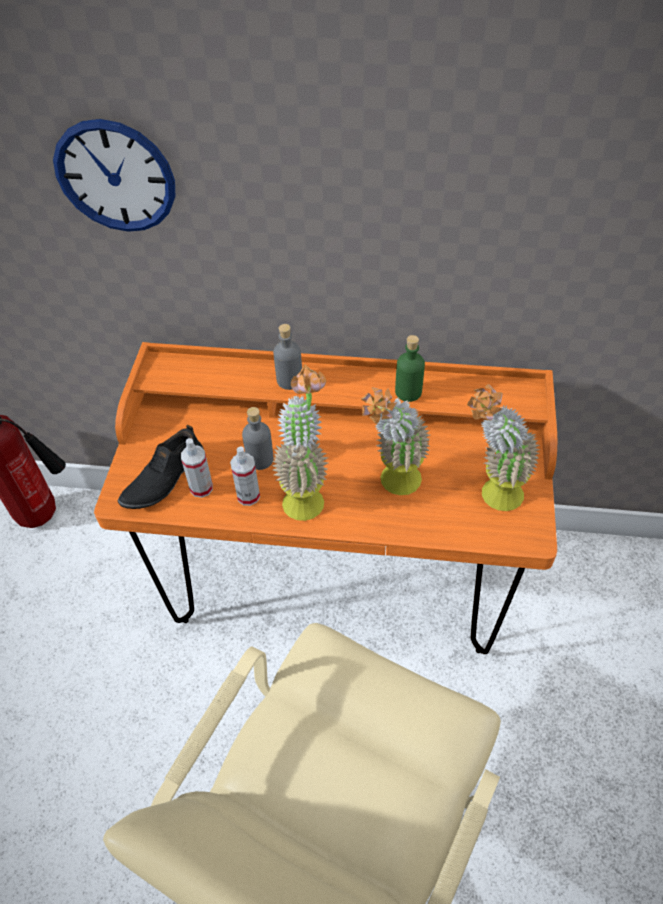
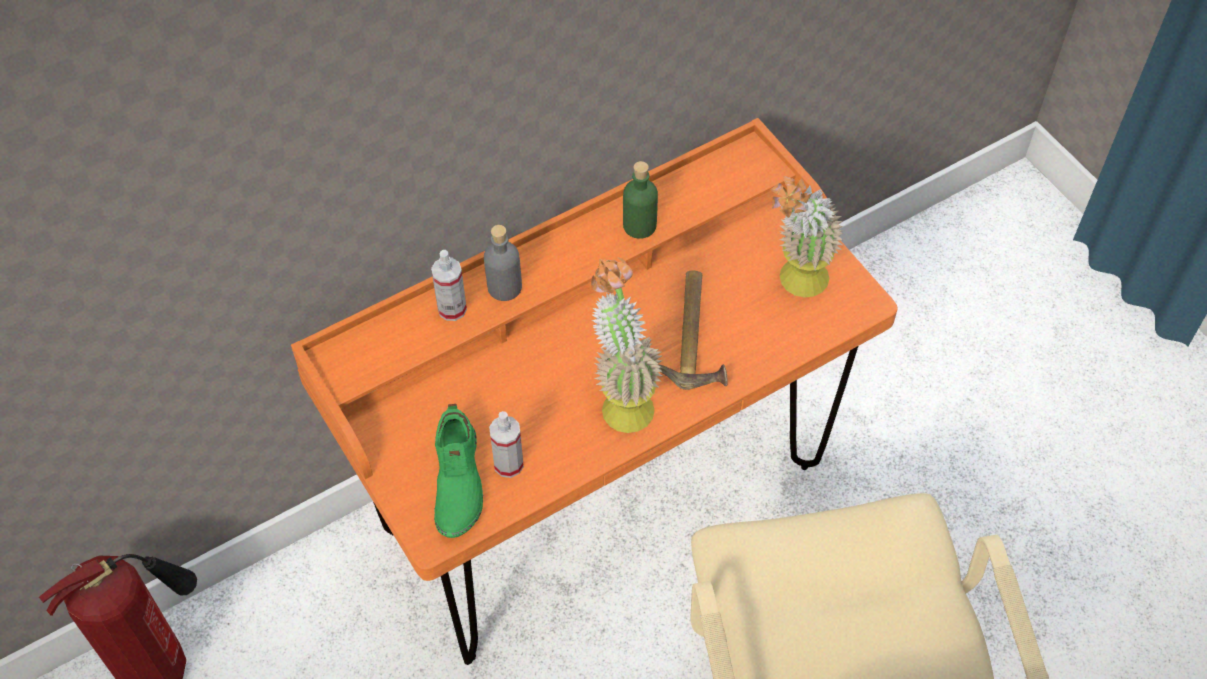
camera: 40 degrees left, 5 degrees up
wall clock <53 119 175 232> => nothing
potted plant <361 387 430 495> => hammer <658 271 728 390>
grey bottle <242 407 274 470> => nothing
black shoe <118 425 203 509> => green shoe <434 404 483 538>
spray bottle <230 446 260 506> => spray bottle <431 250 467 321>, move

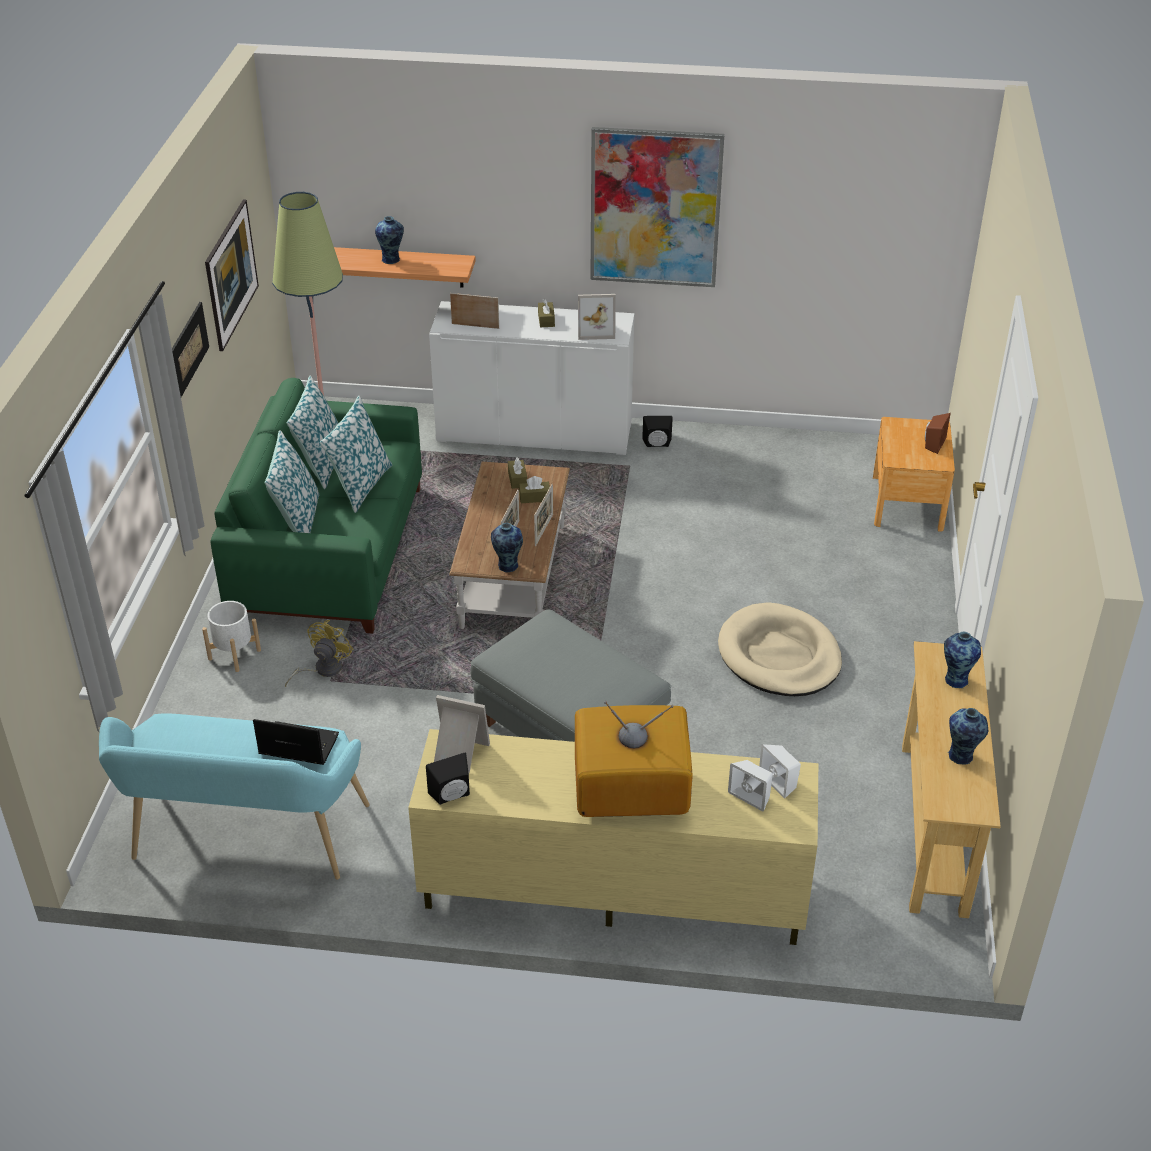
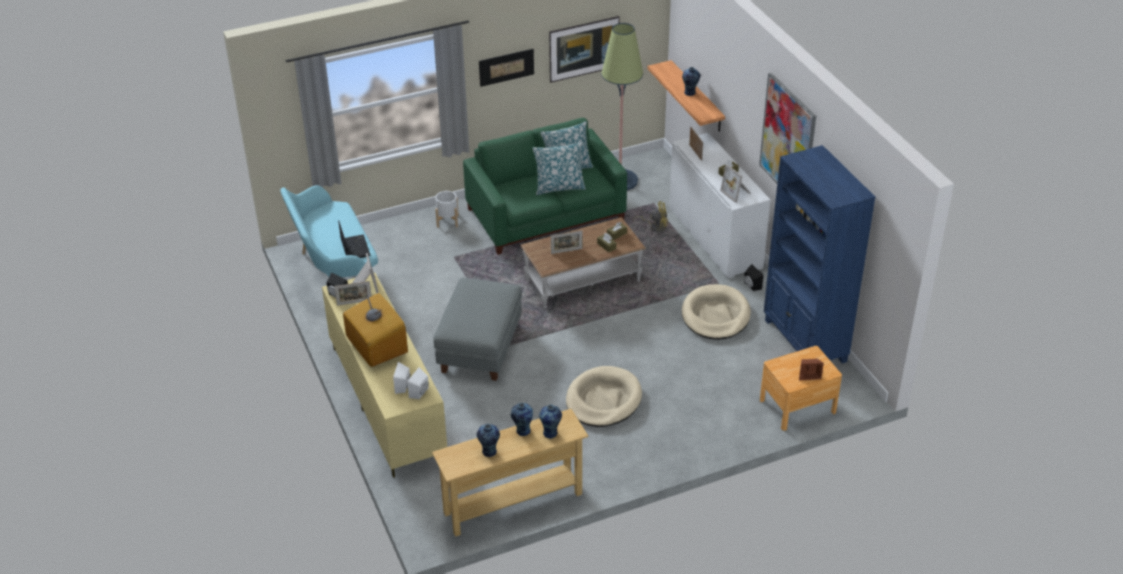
camera: 60 degrees right, 0 degrees up
pillow <265 430 319 533> => nothing
picture frame <534 484 553 546> => picture frame <334 281 371 306>, move
vase <491 523 523 572> => vase <511 403 533 436>, move
yellow fan <285 620 353 687> => yellow fan <633 201 668 232>, move
nothing => blue bookcase <764 145 876 364>
nothing => beige dog bed <682 284 751 340>

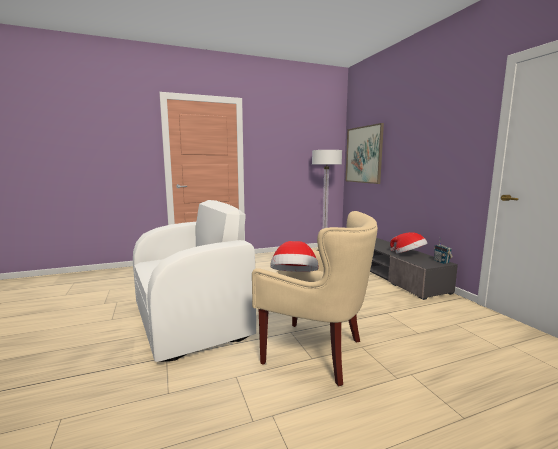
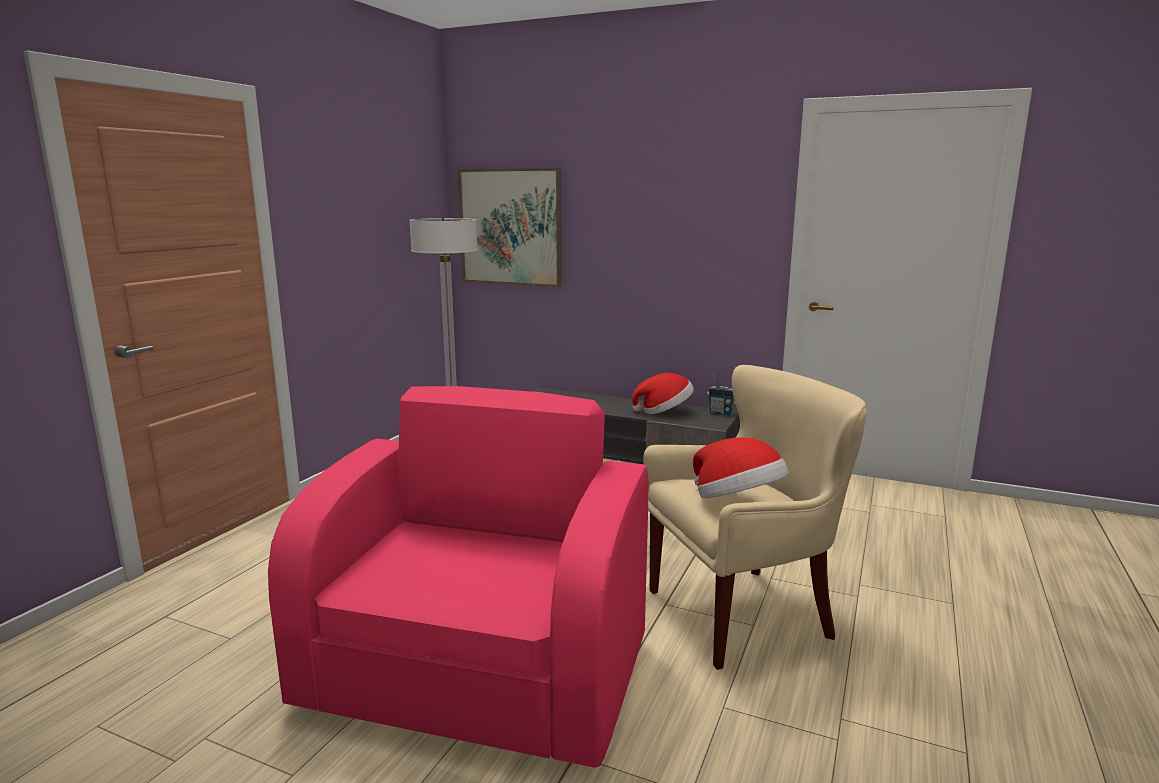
camera: 45 degrees left, 5 degrees up
white armchair <133 200 256 362> => pink armchair <268 386 648 768>

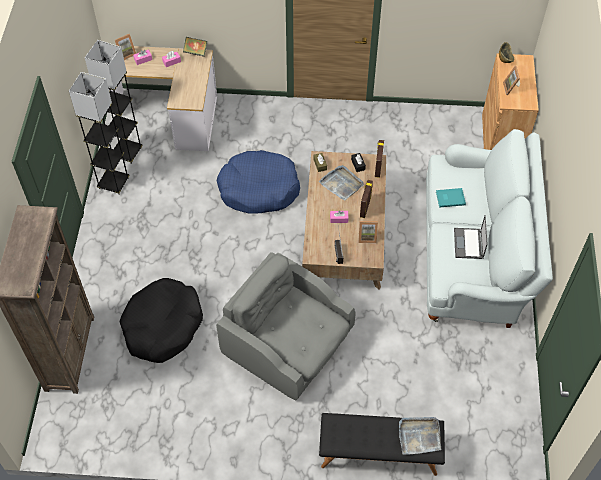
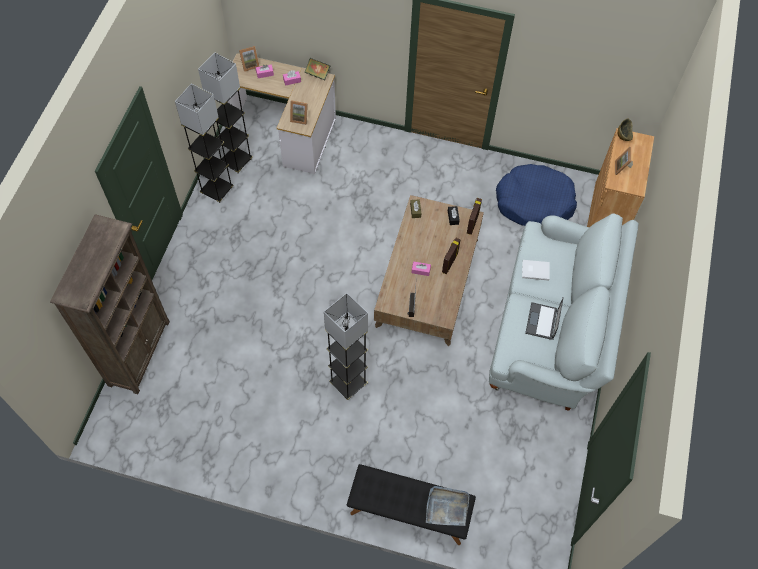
camera: 10 degrees right, 5 degrees up
blue dog bed <217 150 300 214> => blue dog bed <496 164 577 226>, move
grey tray <319 165 364 201> => nothing
turquoise book <436 188 466 208> => white book <522 260 550 280>
picture frame <358 221 378 243> => picture frame <290 100 308 125>, move
grey armchair <216 252 356 400> => grey floor lamp <324 293 368 400>
black dog bed <120 278 203 363> => nothing

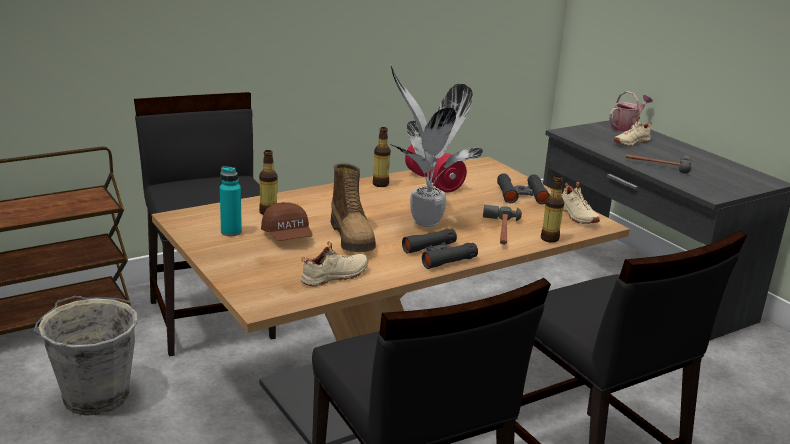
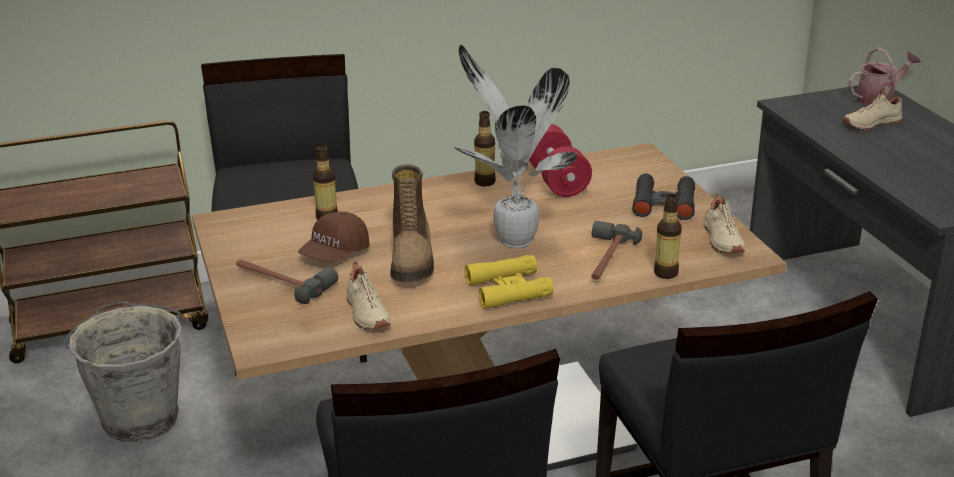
camera: 15 degrees right, 5 degrees up
hammer <626 154 691 174> => hammer <236 259 338 304>, move
turquoise bottle <220 166 242 236> => nothing
brown cap <261 202 313 241> => brown cap <298 212 370 262>, 45 degrees clockwise
black binoculars <402 229 478 269> => yellow binoculars <465 255 554 309>
beige shoe <300 241 368 286> => beige shoe <346 262 390 330>, 90 degrees clockwise

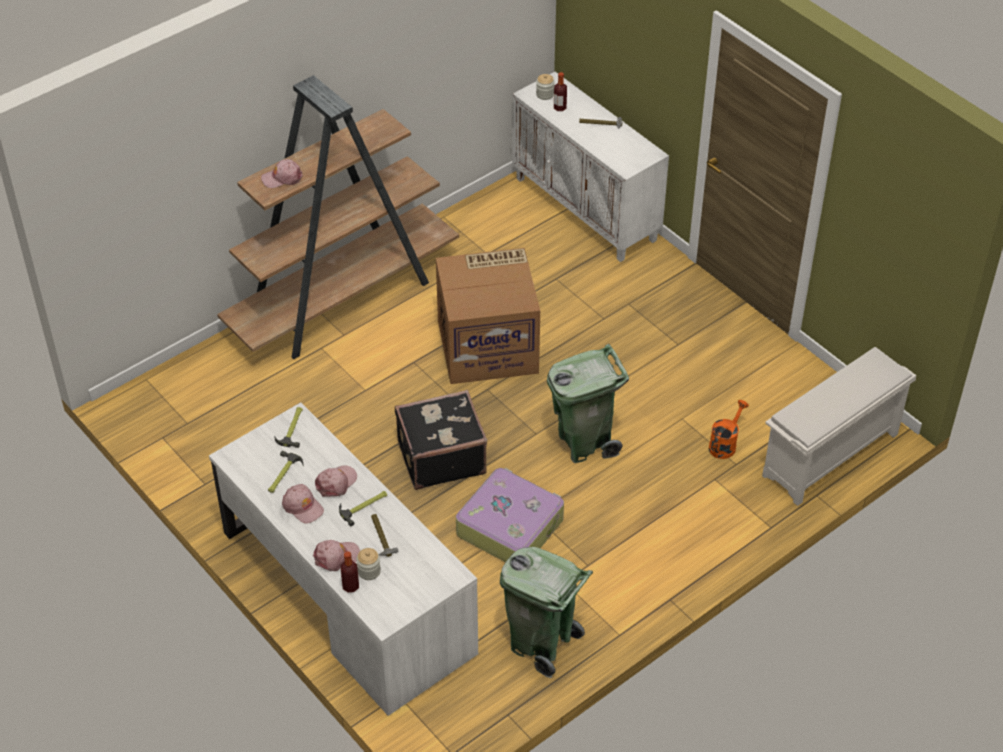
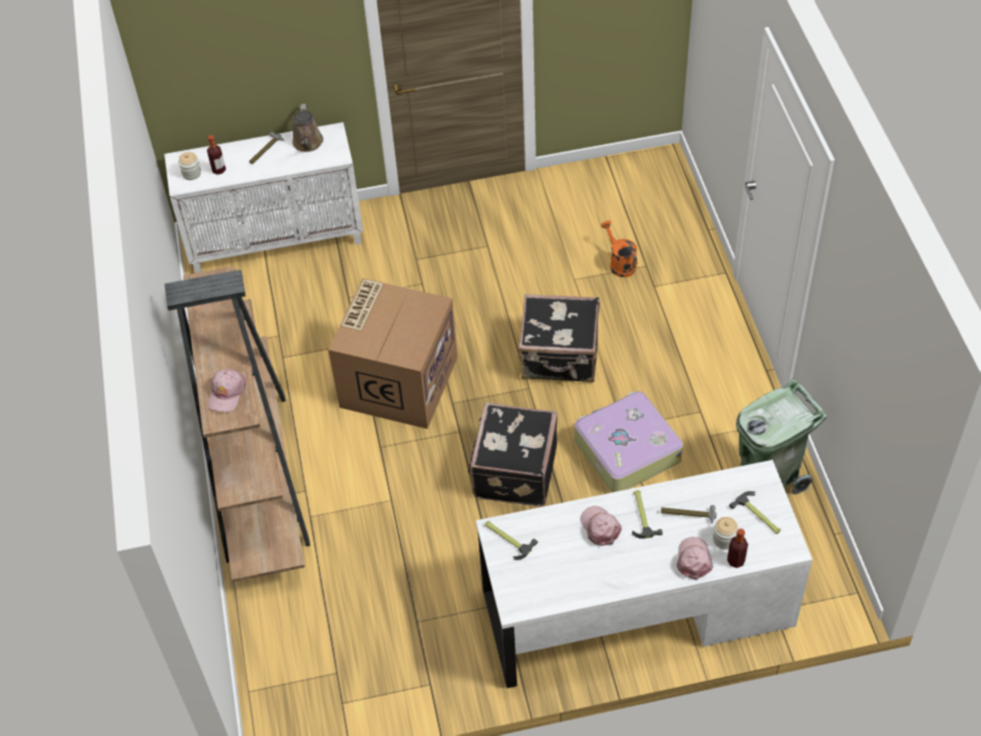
camera: 60 degrees left, 5 degrees up
green trash can <547 344 629 463> => black suitcase <519 294 600 382>
white shoe rack <762 347 916 506> => nothing
hammer <268 451 304 493> => hammer <729 491 781 534>, move
pink cap <282 484 324 524> => nothing
nothing => brown watering can <292 104 323 152>

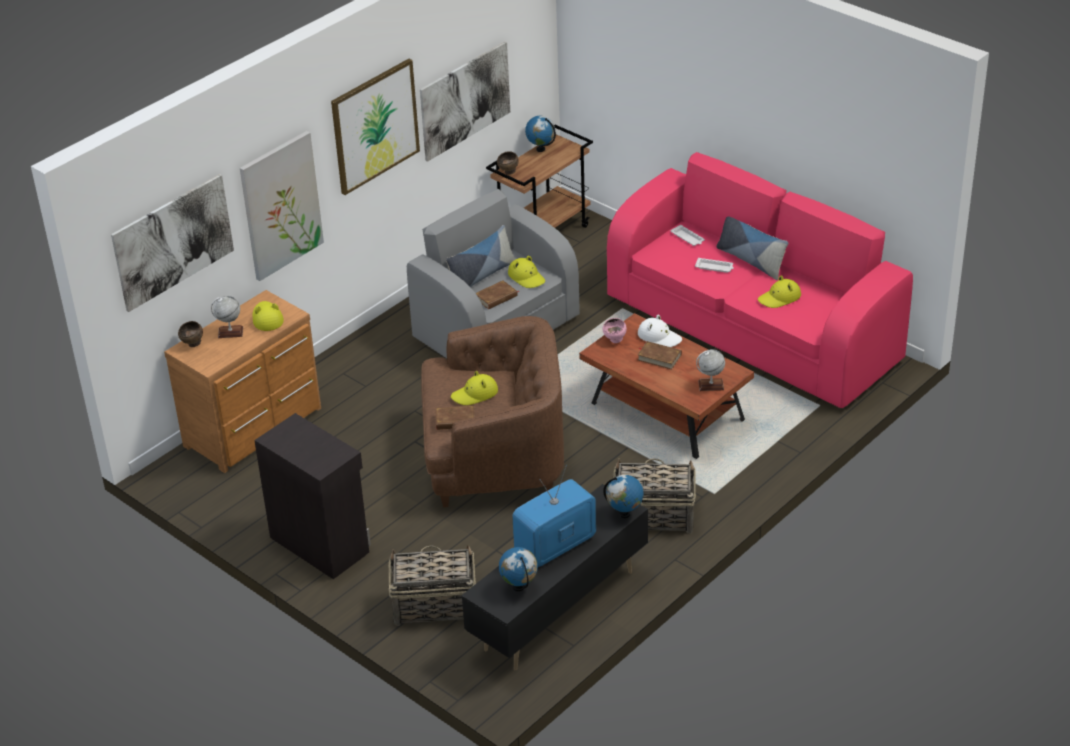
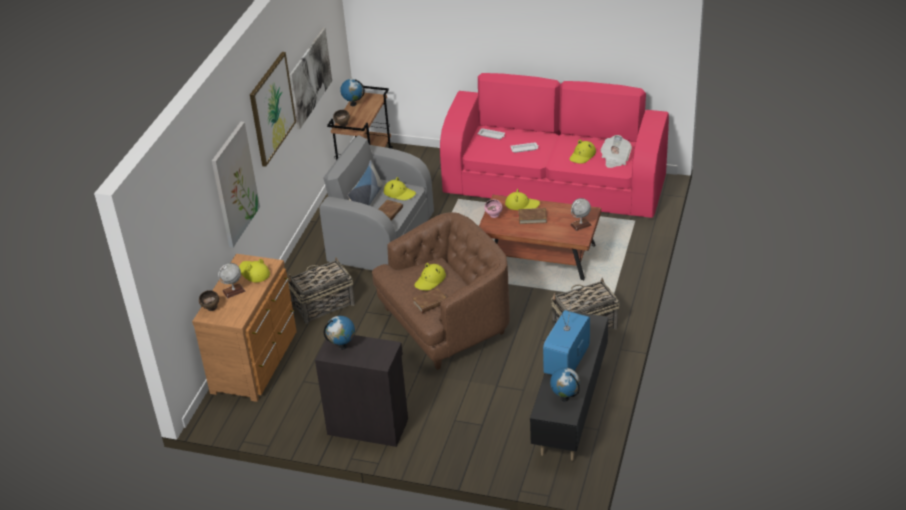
camera: 25 degrees left, 0 degrees up
picture <111 174 234 312> => nothing
pillow <716 216 788 280> => nothing
white hat <638 314 682 347> => yellow hat <505 189 540 210>
globe <603 475 644 518> => globe <324 316 355 350>, move
basket <388 545 476 626> => basket <288 257 355 324>, move
nothing => newspaper <600 135 632 168>

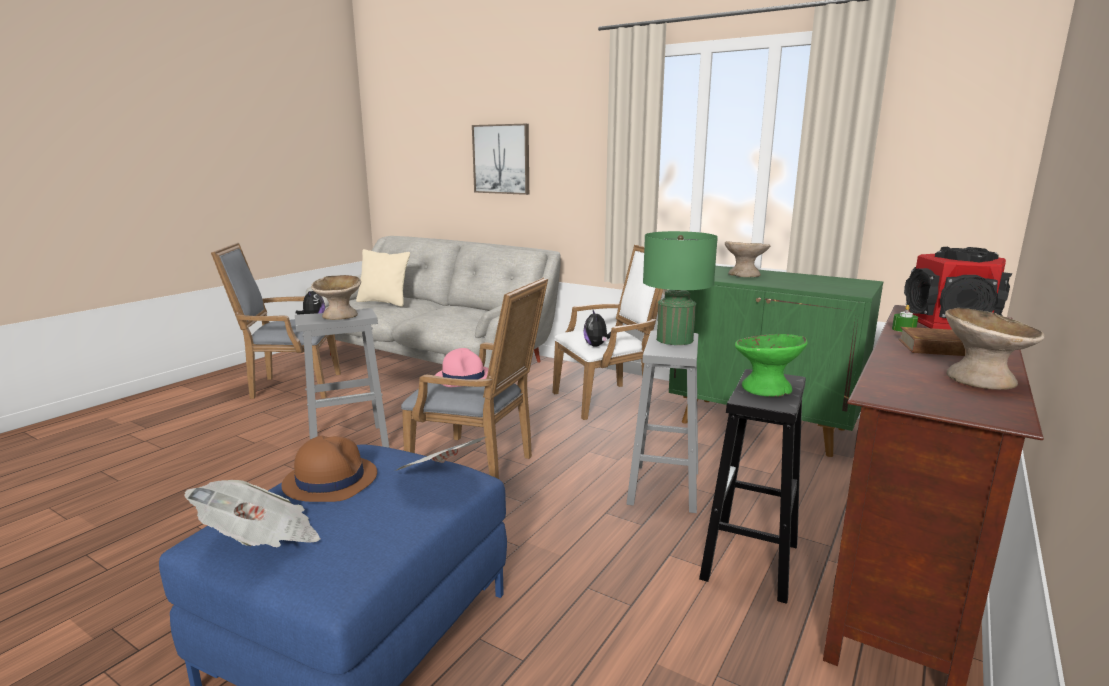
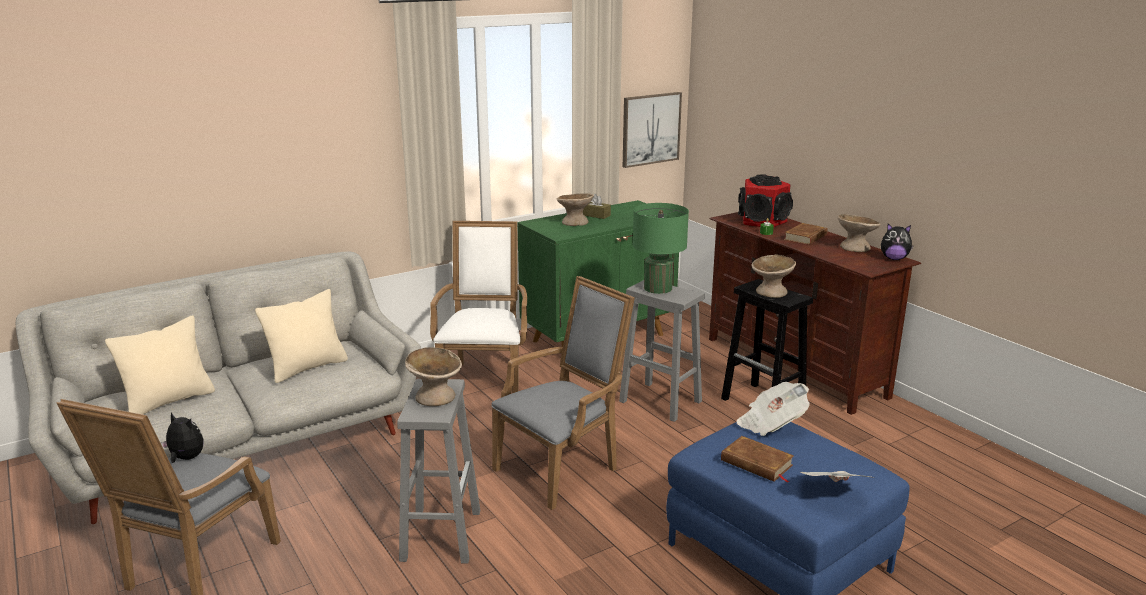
camera: 65 degrees left, 5 degrees up
picture <472 124 529 195> => picture <623 92 682 168>, move
plush toy <583 310 611 346> => plush toy <881 224 914 260>, move
green bowl <735 334 807 397> => beige bowl <751 254 796 298>
pink hat <435 348 489 387> => nothing
brown hat <281 436 377 502> => brown book <721 436 794 483>
nothing => brown tissue box <583 194 611 219>
nothing => beige pillow <255 289 348 383>

